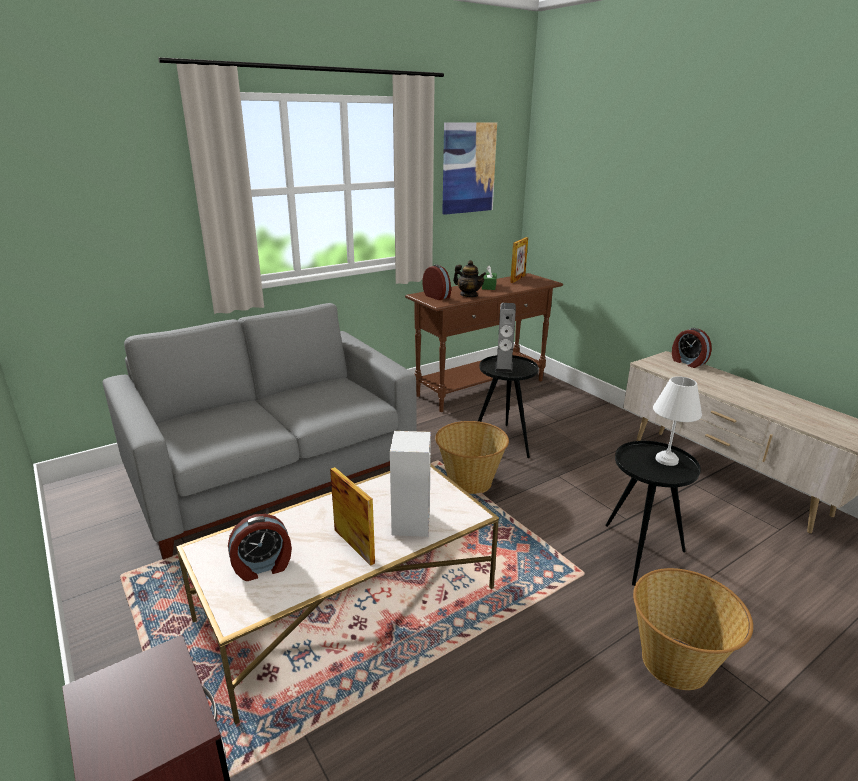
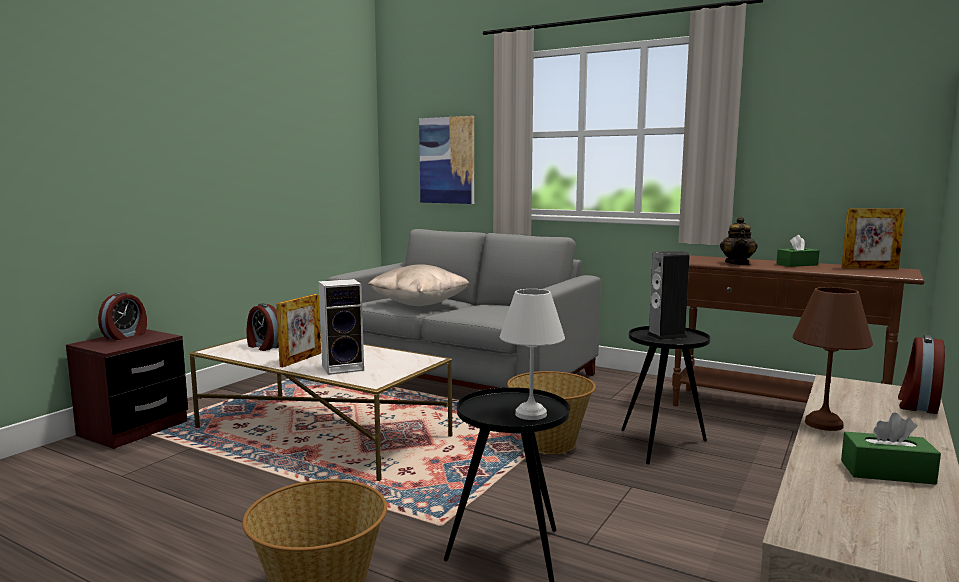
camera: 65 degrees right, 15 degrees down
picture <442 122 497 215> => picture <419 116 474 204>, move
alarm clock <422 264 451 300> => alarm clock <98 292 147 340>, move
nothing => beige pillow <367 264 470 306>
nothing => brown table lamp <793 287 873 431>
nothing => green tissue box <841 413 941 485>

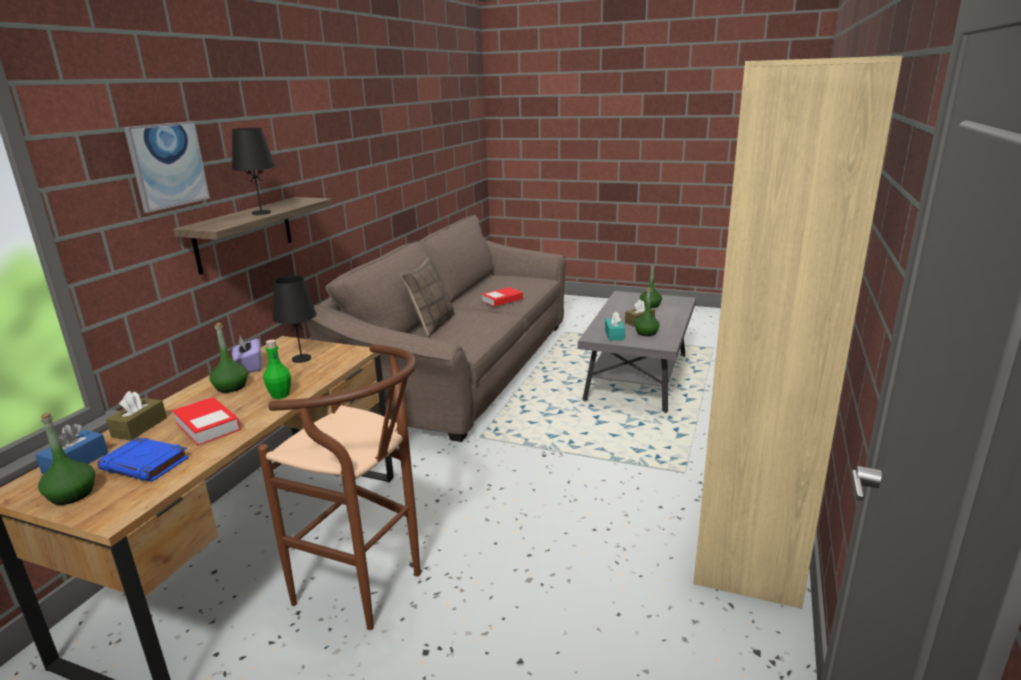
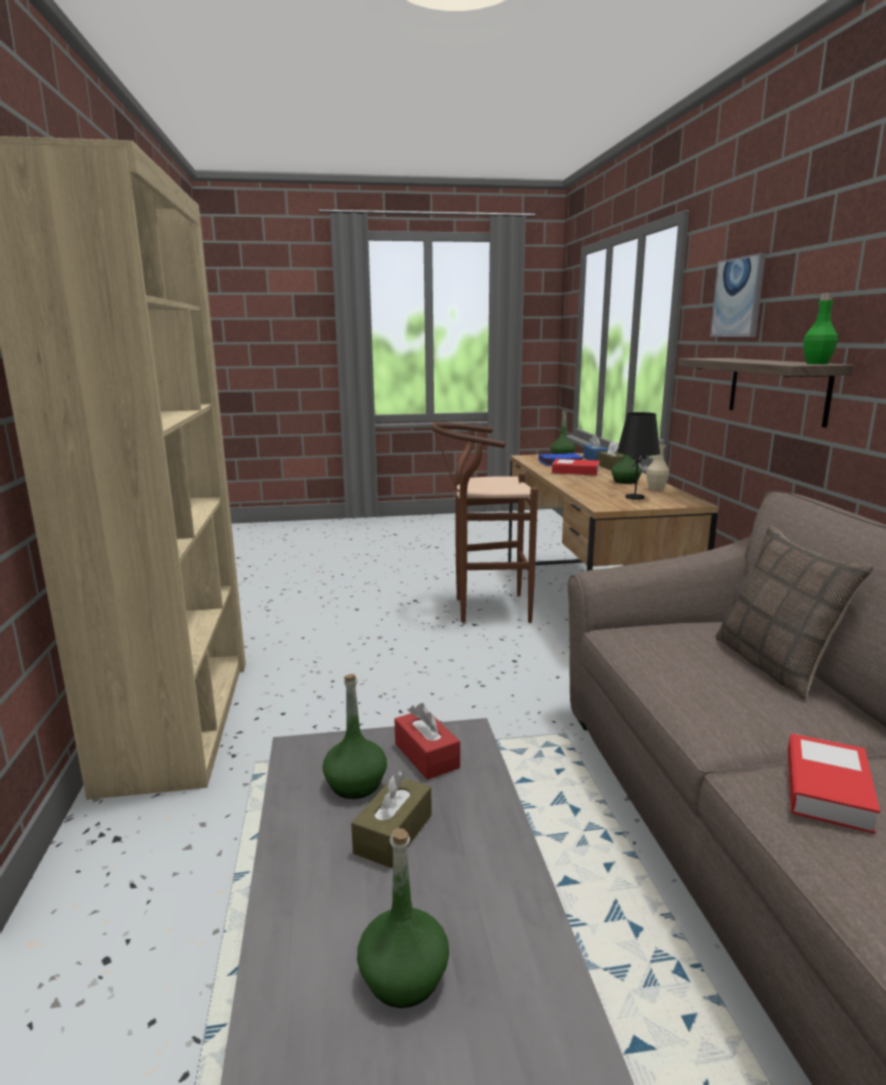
camera: 150 degrees right, 5 degrees down
black table lamp <232 128 275 215> => nothing
turquoise tissue box <605 312 625 340> => red tissue box <394 703 460 780>
purple tissue box <232 336 262 373> => beige bottle <646 439 669 491>
green bottle <263 340 291 399> => green bottle <803 293 838 364>, move

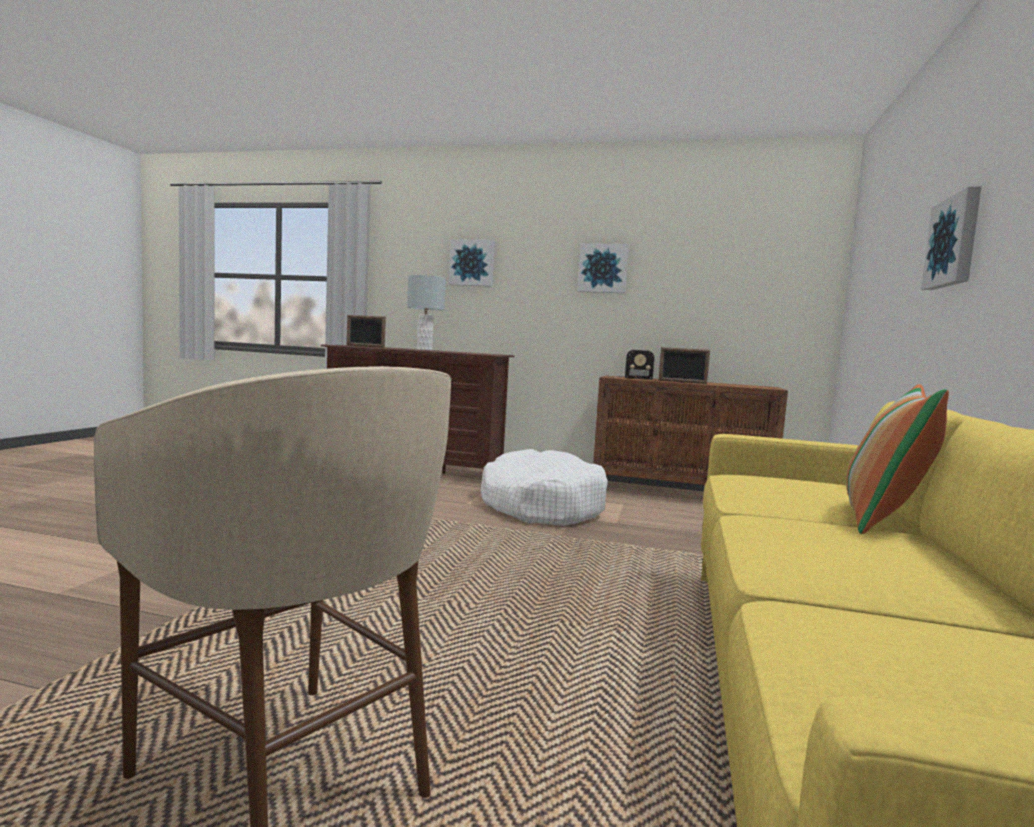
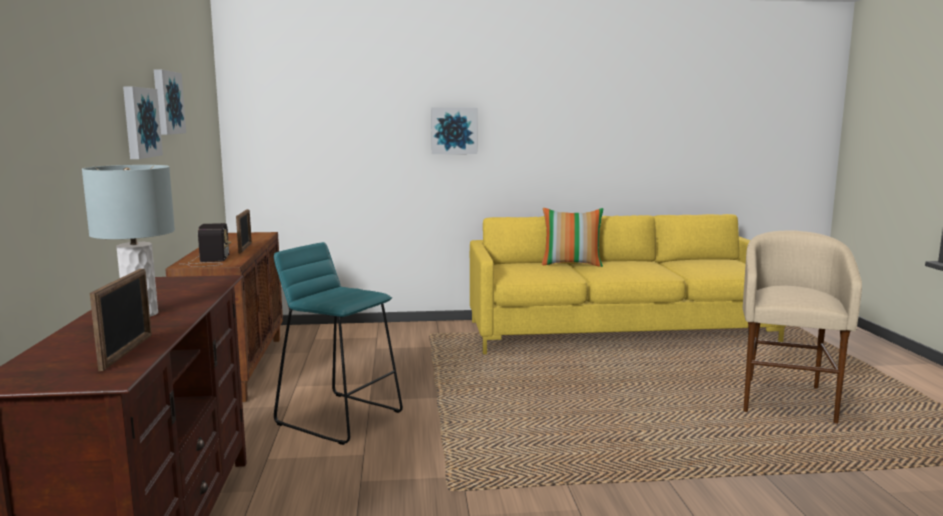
camera: 110 degrees left, 5 degrees up
picture <449 239 495 287> => picture <154 69 186 135>, move
white dog bed <481 449 608 526> => turquoise stool <274 242 403 445>

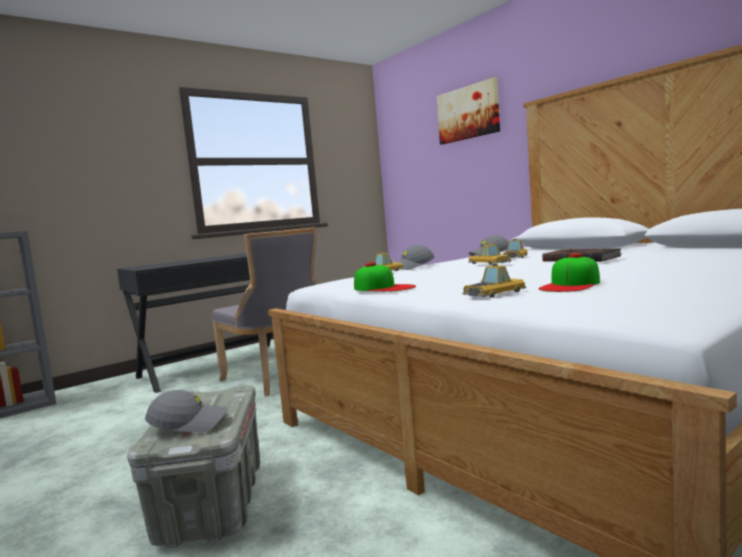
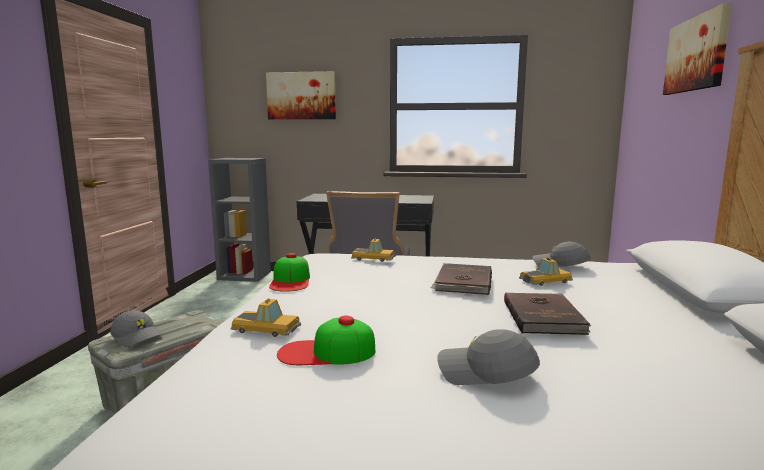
camera: 45 degrees right, 5 degrees up
toy car <468 243 511 265> => brown book <431 263 492 295>
grey cap <395 245 434 270> => grey cap <437 329 540 385>, move
nothing => picture <266 71 336 120>

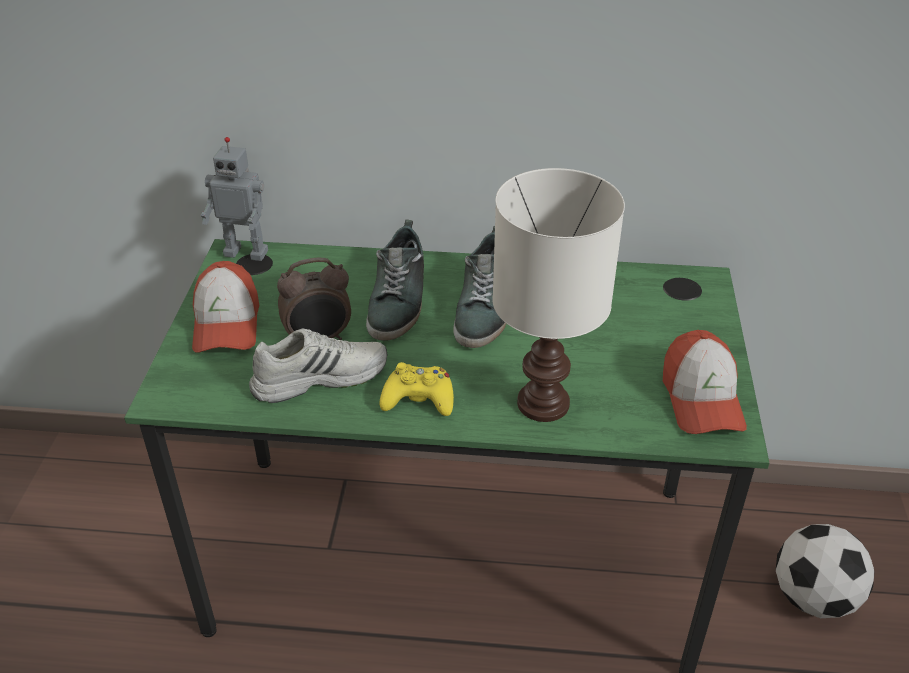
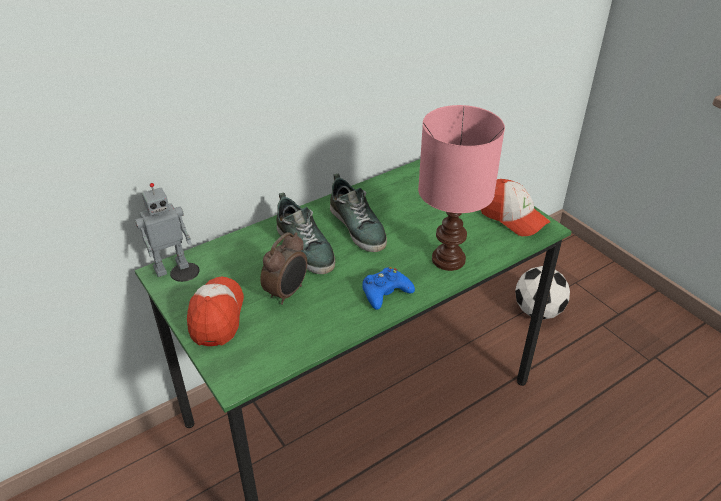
camera: 40 degrees left, 0 degrees up
white table lamp <492 168 625 422> => pink table lamp <418 105 505 271>
cap <192 261 259 353> => cap <187 276 244 346>, 135 degrees counterclockwise
white shoe <249 328 387 403> => nothing
yellow game controller <380 362 454 416> => blue game controller <362 267 415 310>

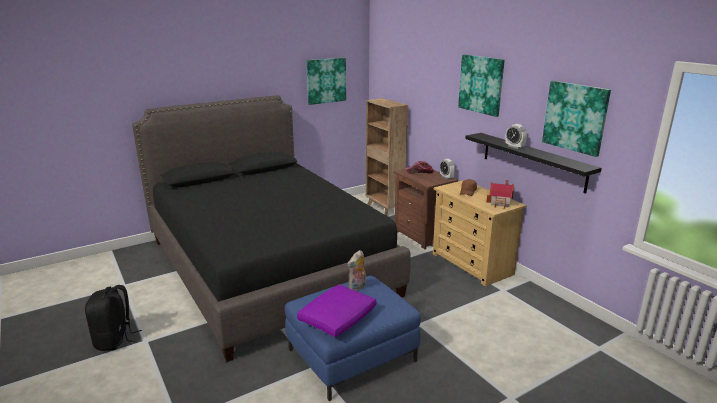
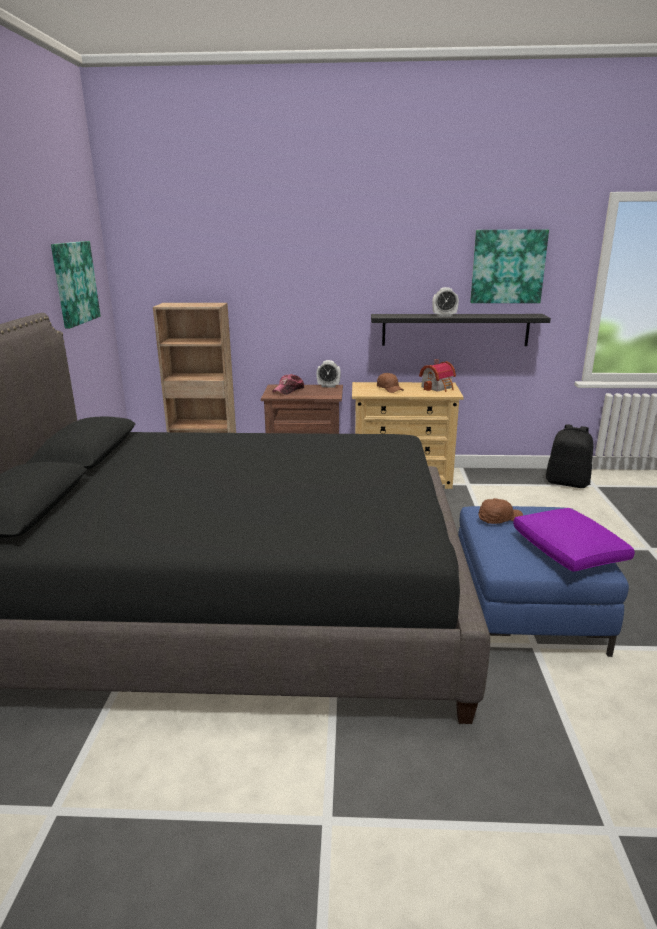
camera: 55 degrees left, 0 degrees up
picture <458 54 505 117> => nothing
plush toy <347 250 367 291> => brown cap <479 498 523 524>
black backpack <85 285 142 351> => black backpack <546 424 593 488>, move

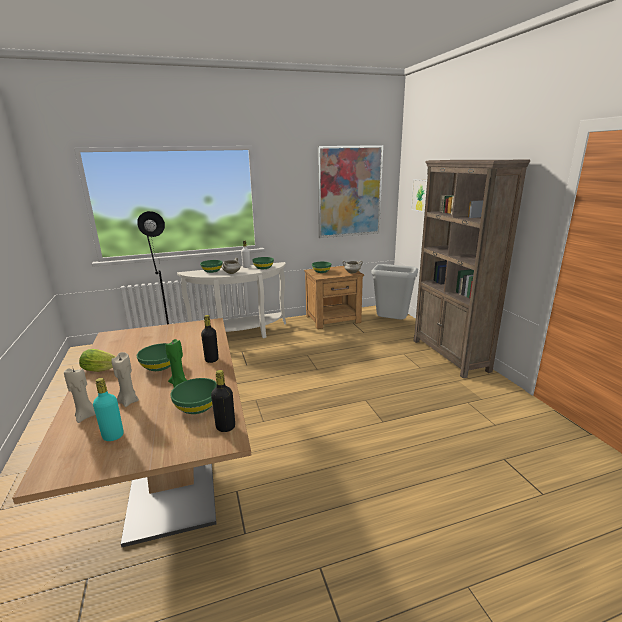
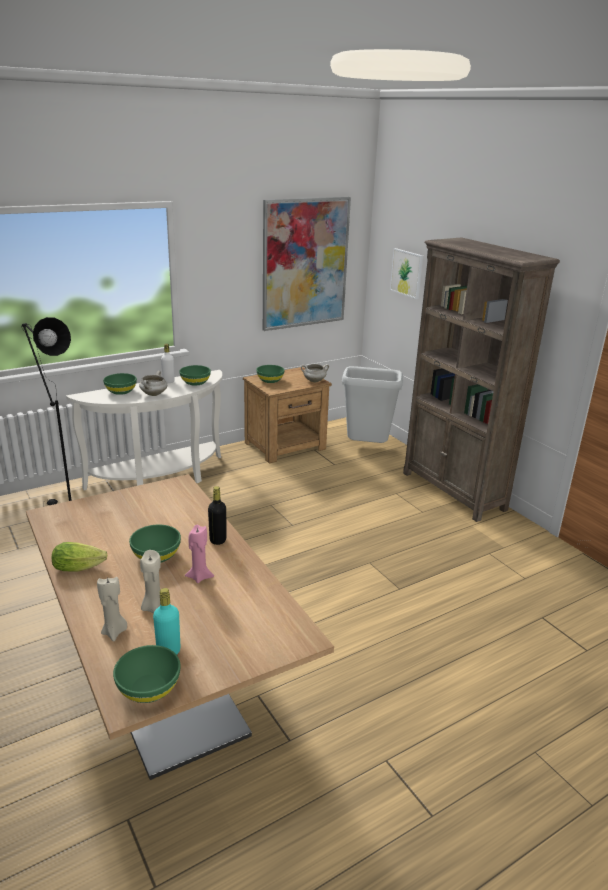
camera: 15 degrees left, 5 degrees up
green candle <165 339 187 387> => pink candle <185 525 214 583>
black bottle <211 370 235 432> => nothing
green bowl <170 378 217 414> => green bowl <113 645 180 703>, move

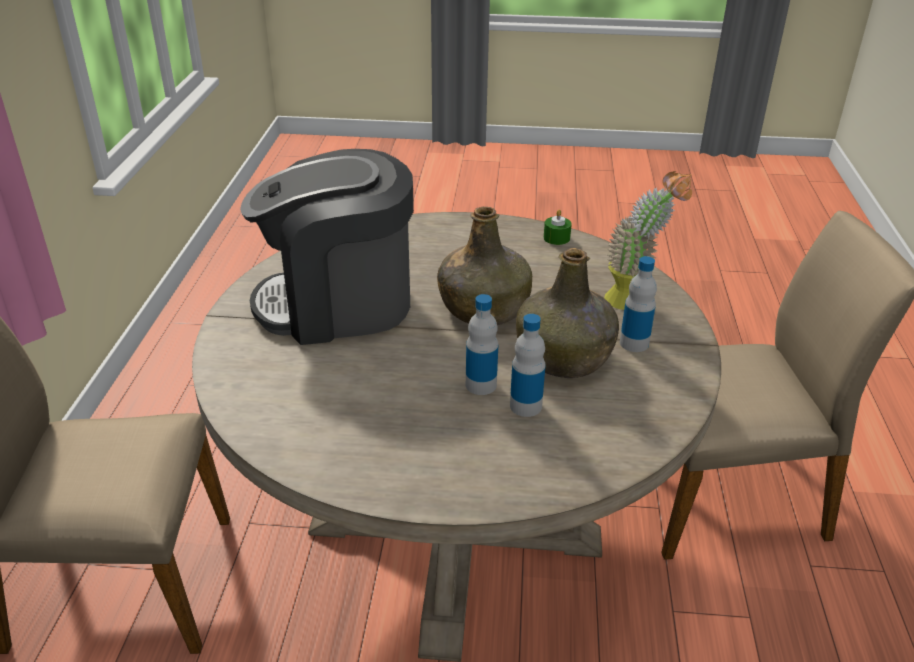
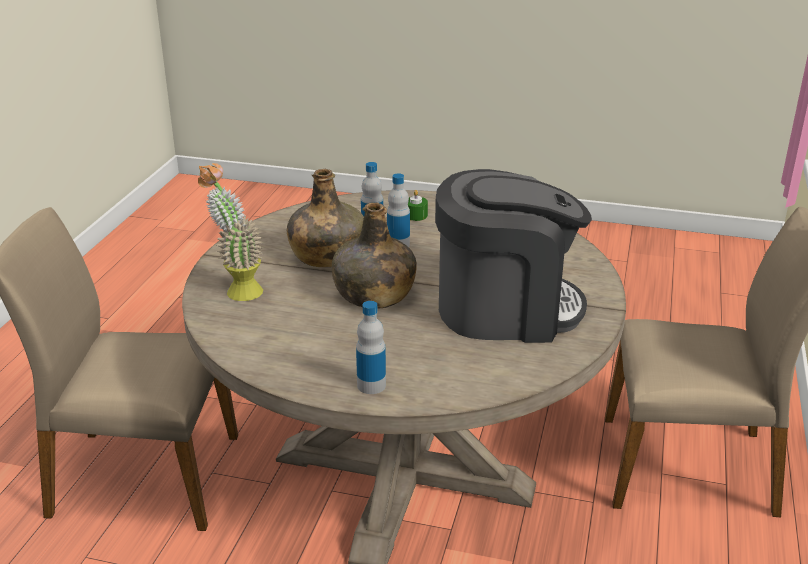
camera: 170 degrees left, 5 degrees down
green candle <544 210 572 245> => green candle <408 190 428 221>, move
bottle <620 256 657 352> => bottle <356 301 386 394>, move

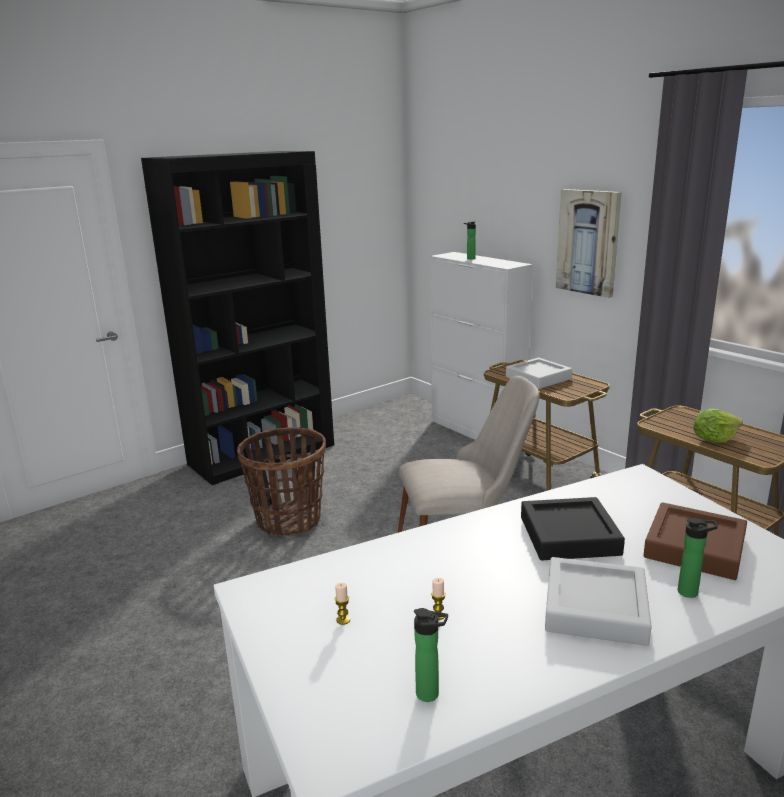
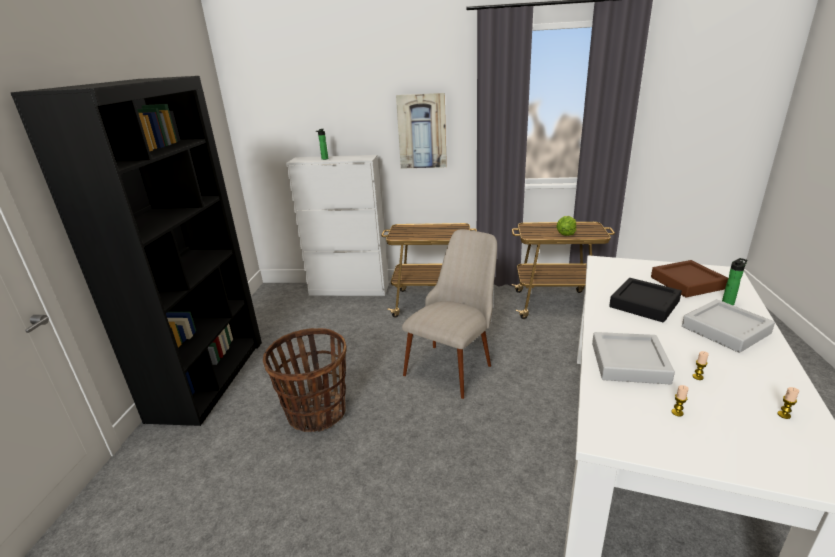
camera: 45 degrees left, 5 degrees up
grey tray <506 358 572 389> => grey tray <592 332 675 385>, move
bottle <414 608 448 702> => candle <778 387 799 419>

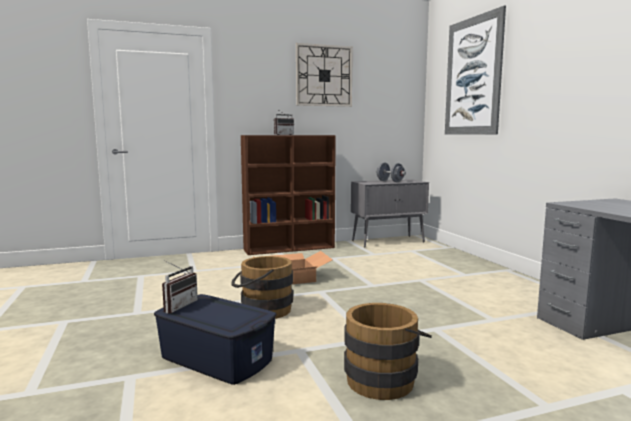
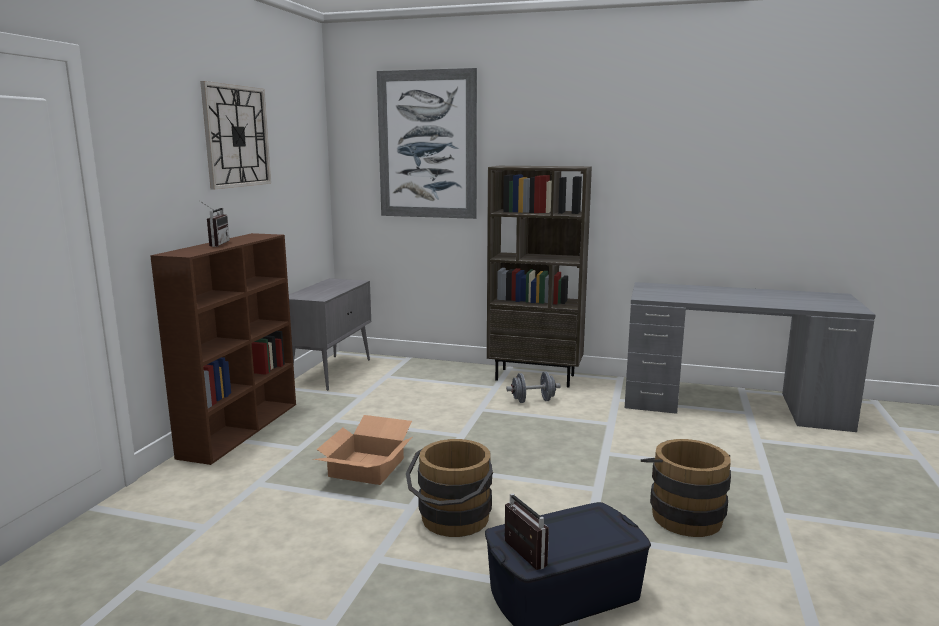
camera: 55 degrees left, 5 degrees up
grey dumbbell <376 163 406 182> => grey dumbbell <506 372 560 403>, move
nothing => brown bookcase <487 166 592 388>

